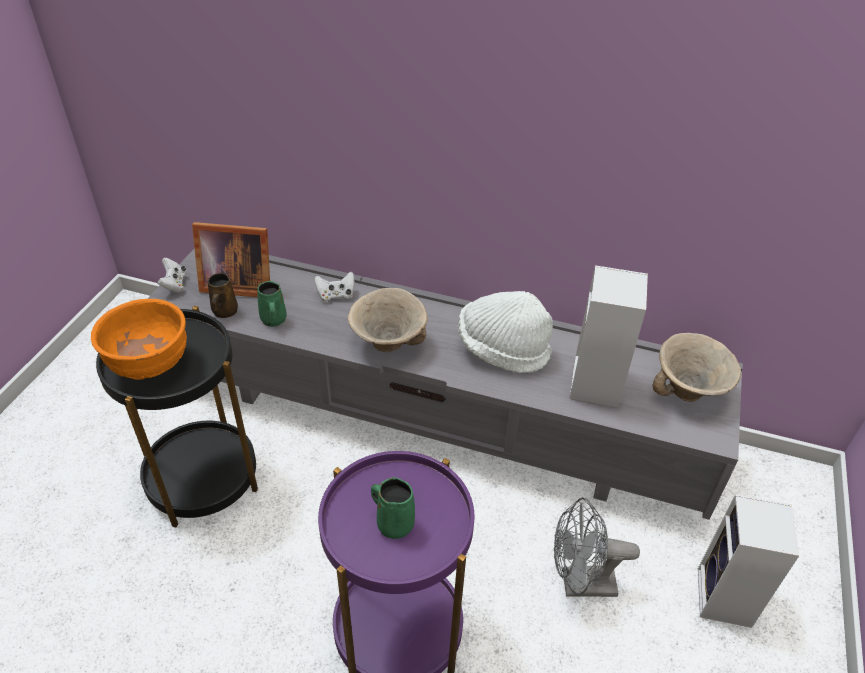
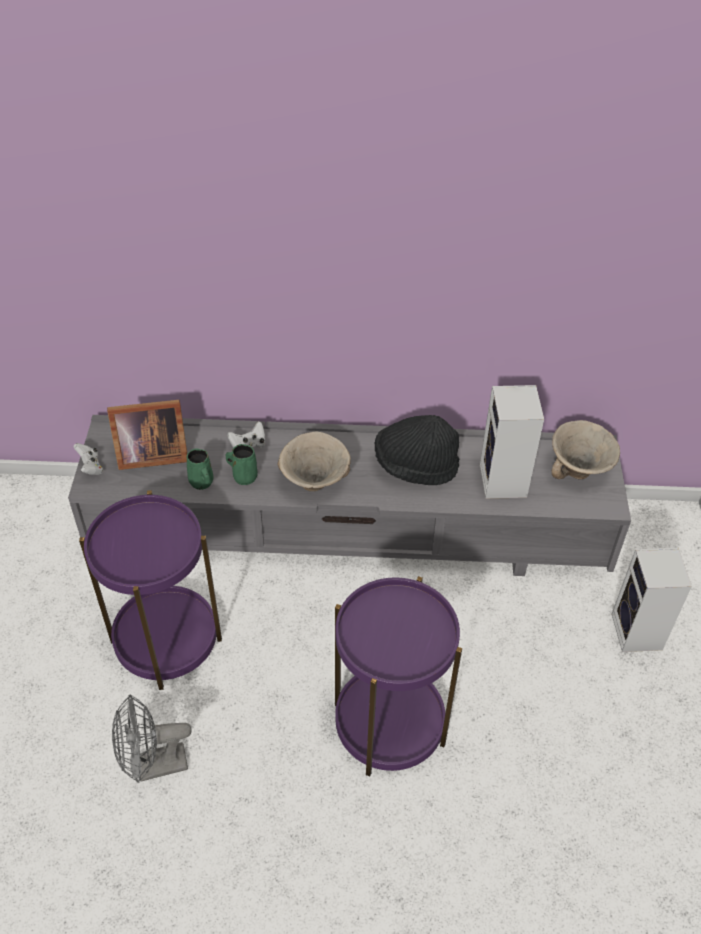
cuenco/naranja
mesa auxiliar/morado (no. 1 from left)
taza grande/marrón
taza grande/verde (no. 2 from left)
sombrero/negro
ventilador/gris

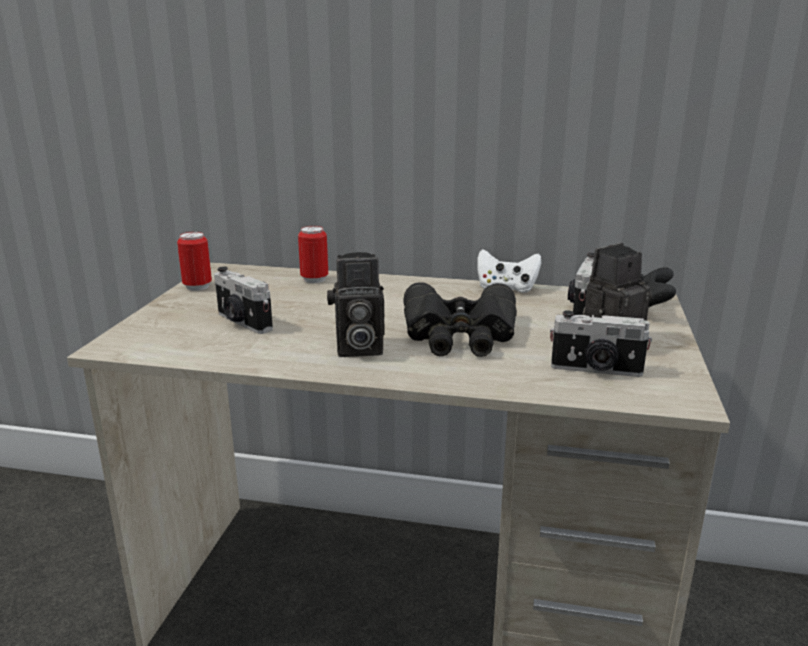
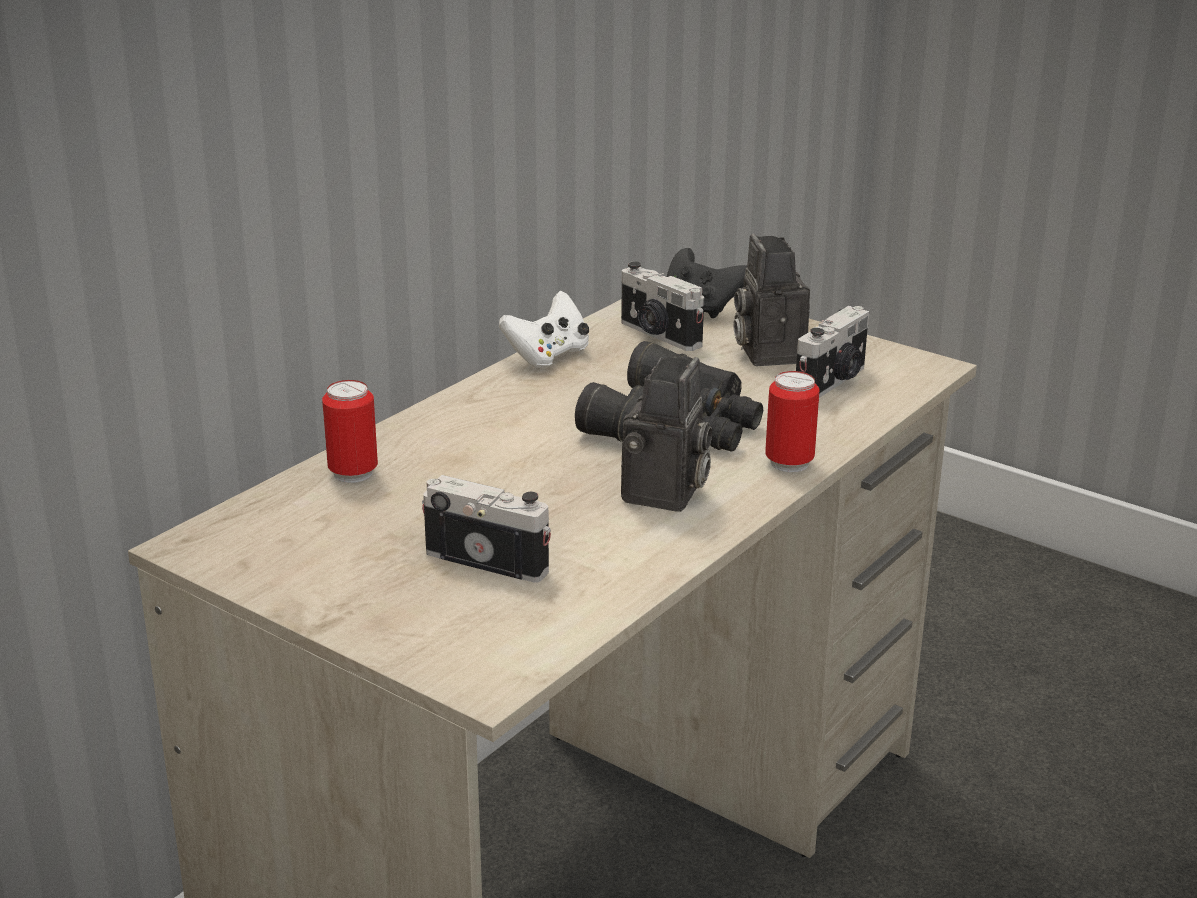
lata (no. 2 from left)
cámara (no. 1 from left)

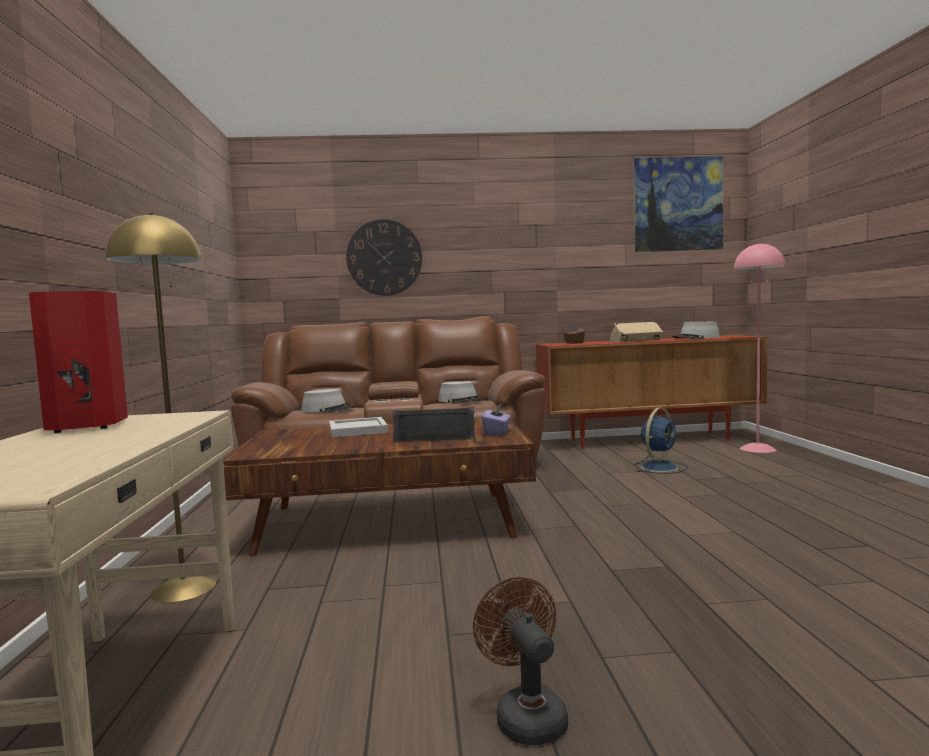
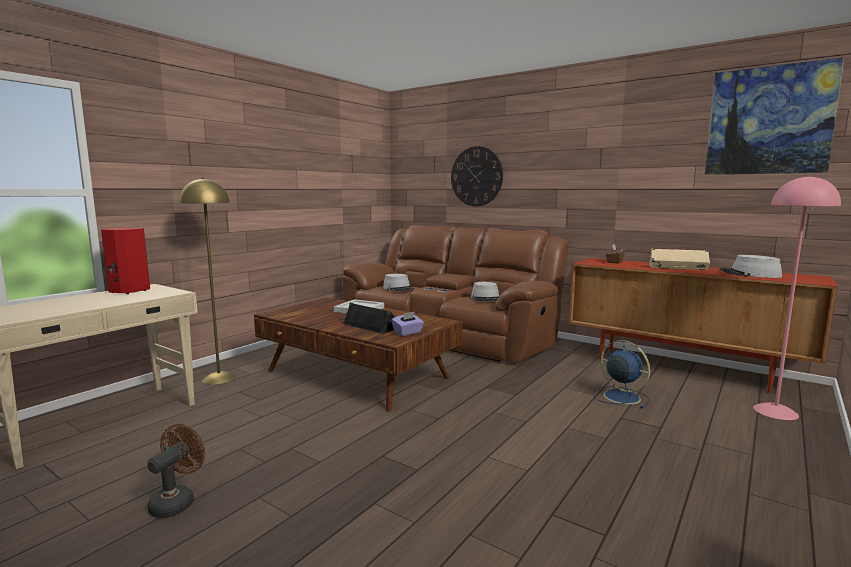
ventilador/azul

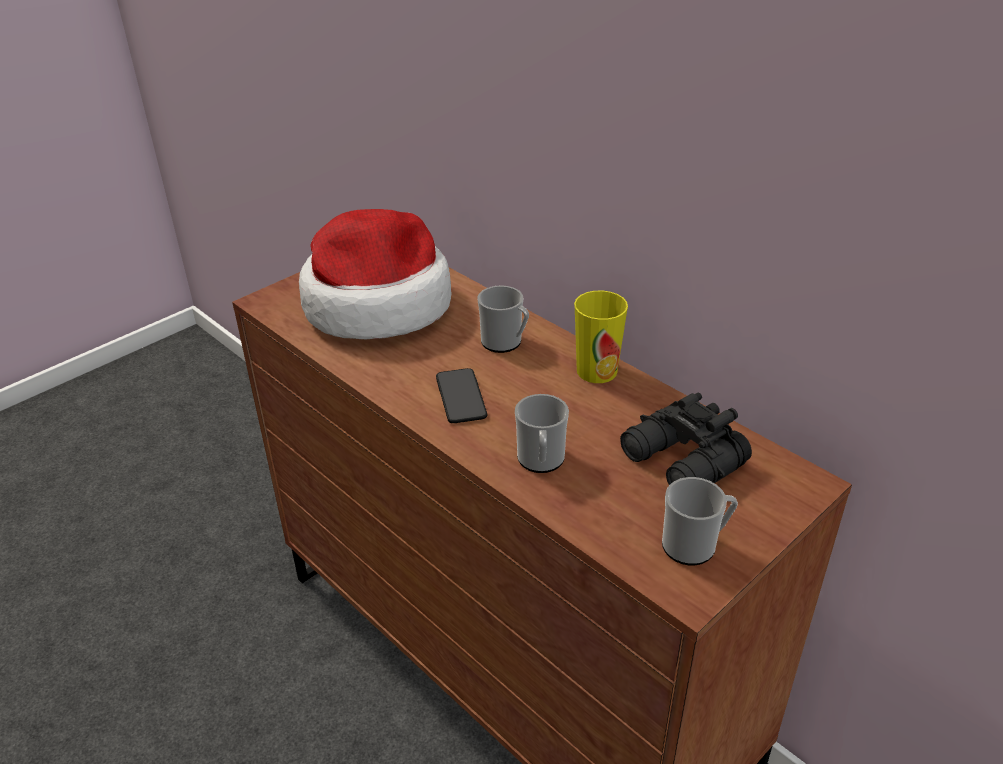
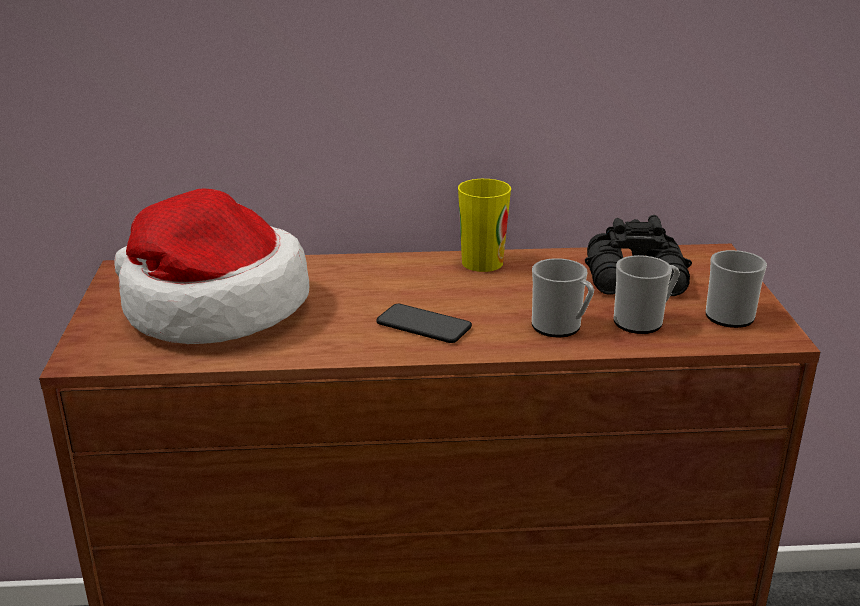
taza grande (no. 2 from left)

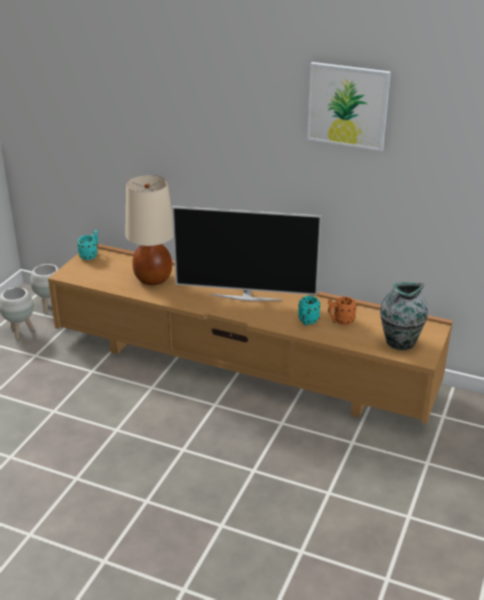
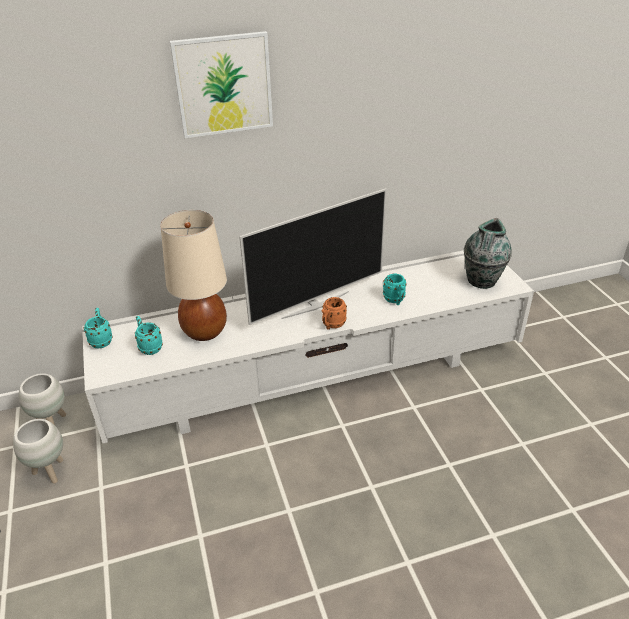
mueble de televisión/blanco
cuadro
taza grande/naranja
taza grande/turquesa (no. 2 from left)

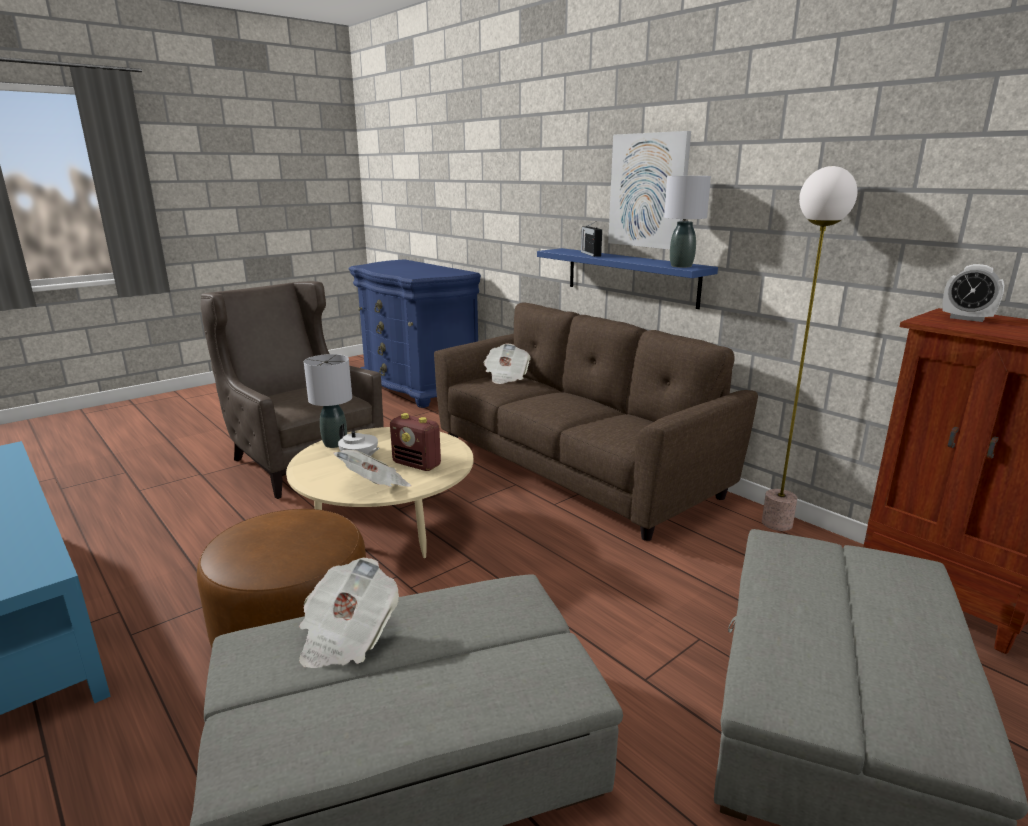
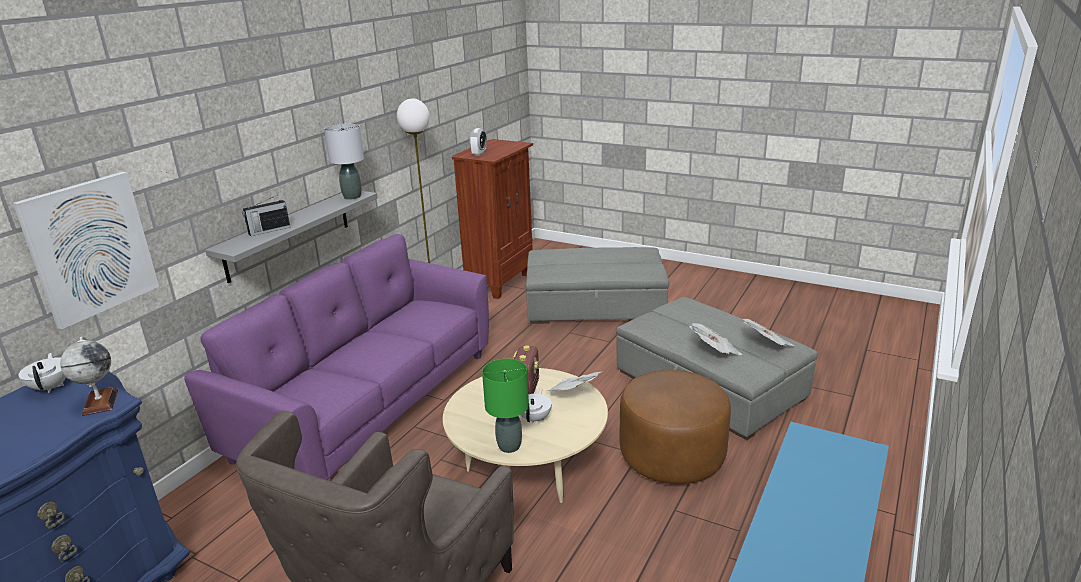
lámpara de mesa/verde
sofá/morado
periódico (no. 3 from left)
estante/gris
cuadro
tetera/blanco (no. 1 from left)
globo terráqueo

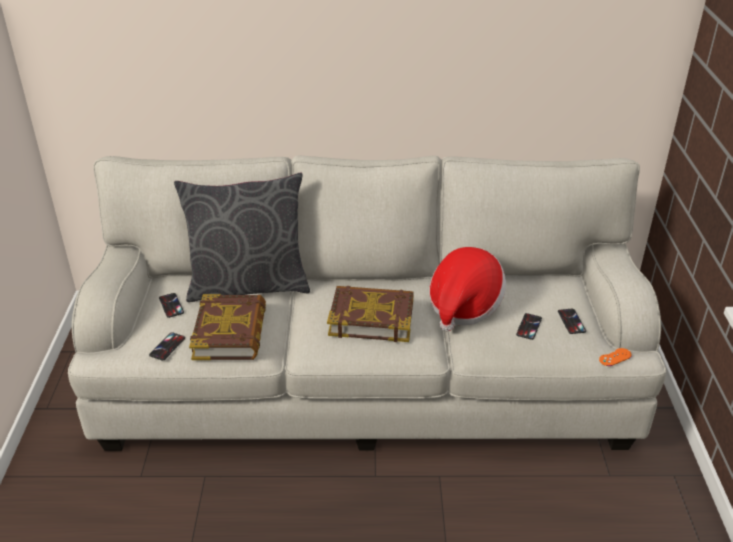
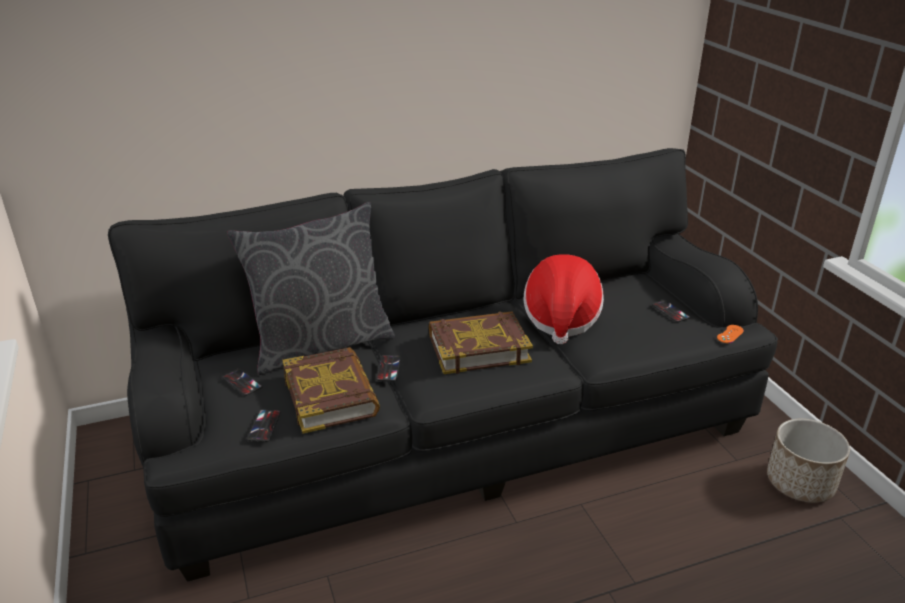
sofá/negro
móvil (no. 3 from left)
maceta

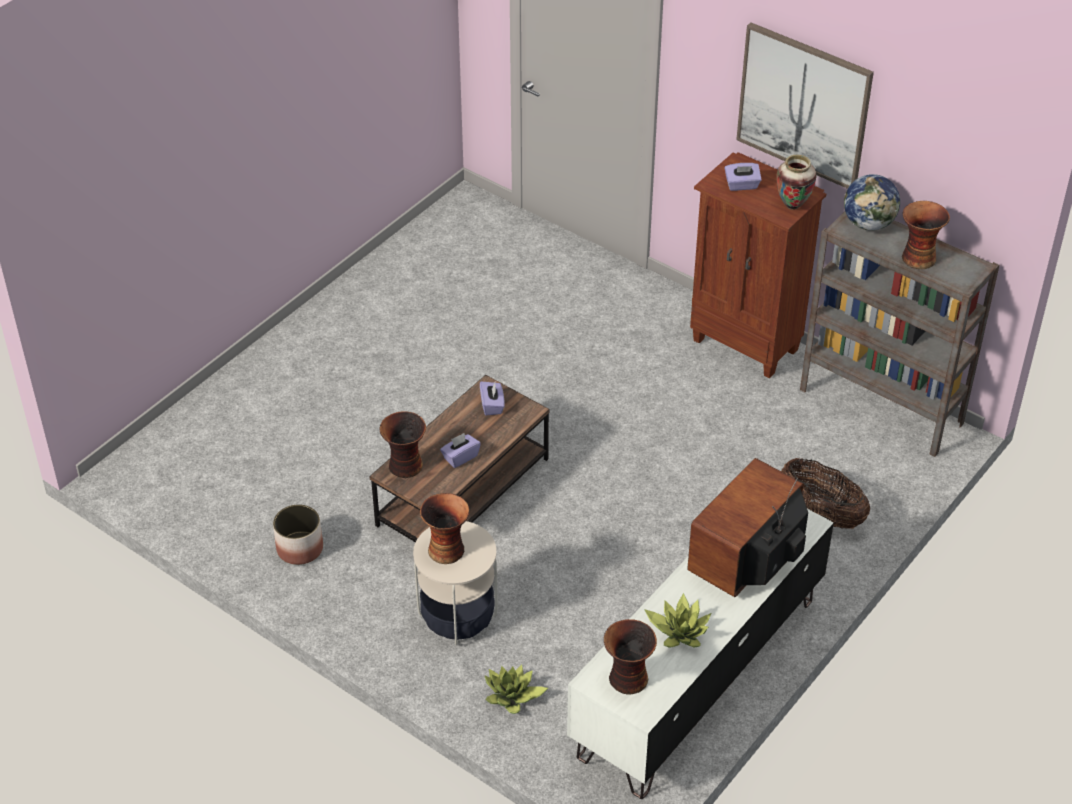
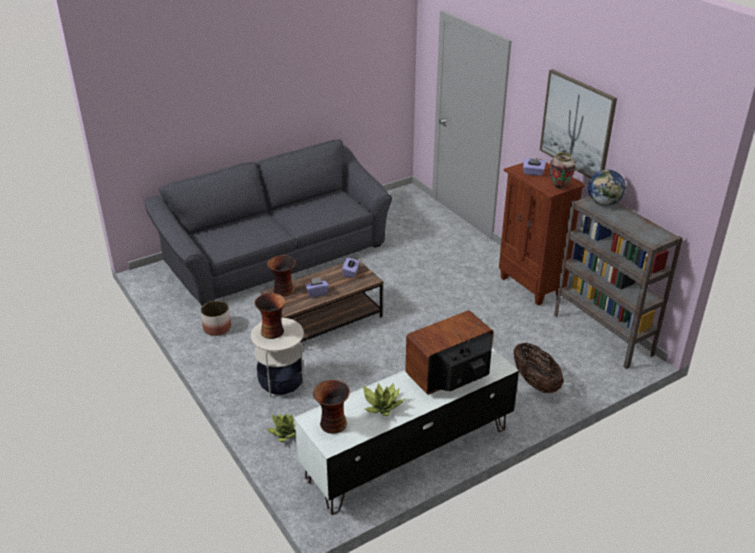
florero (no. 5 from left in the first image)
sofá/gris

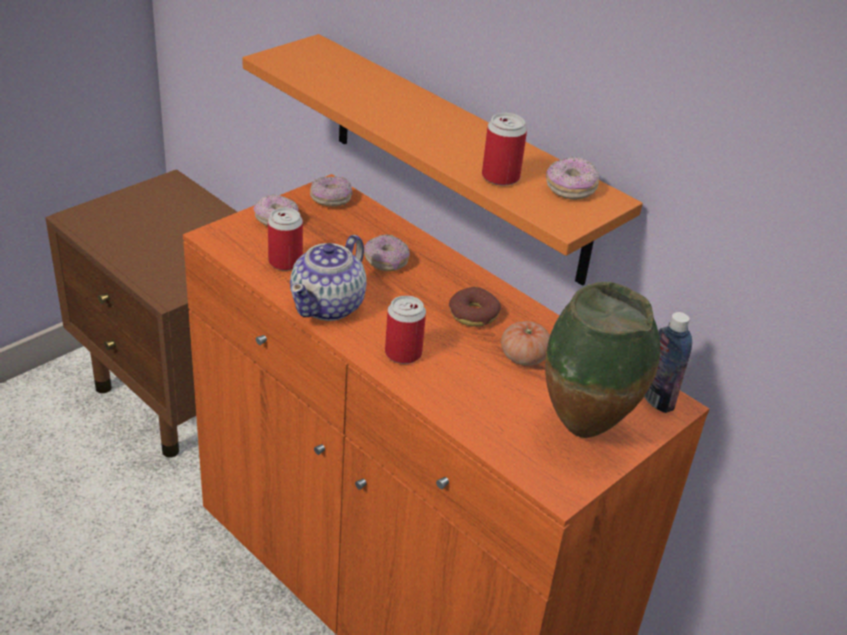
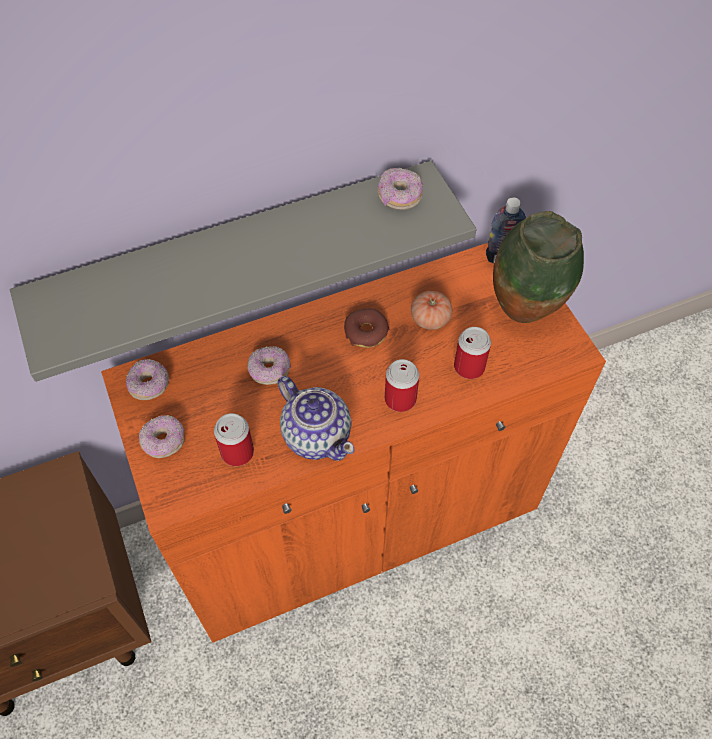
estante/gris
lata (no. 3 from left)

